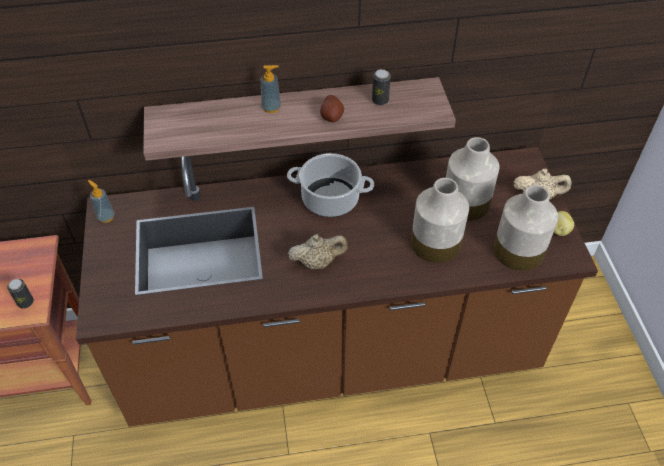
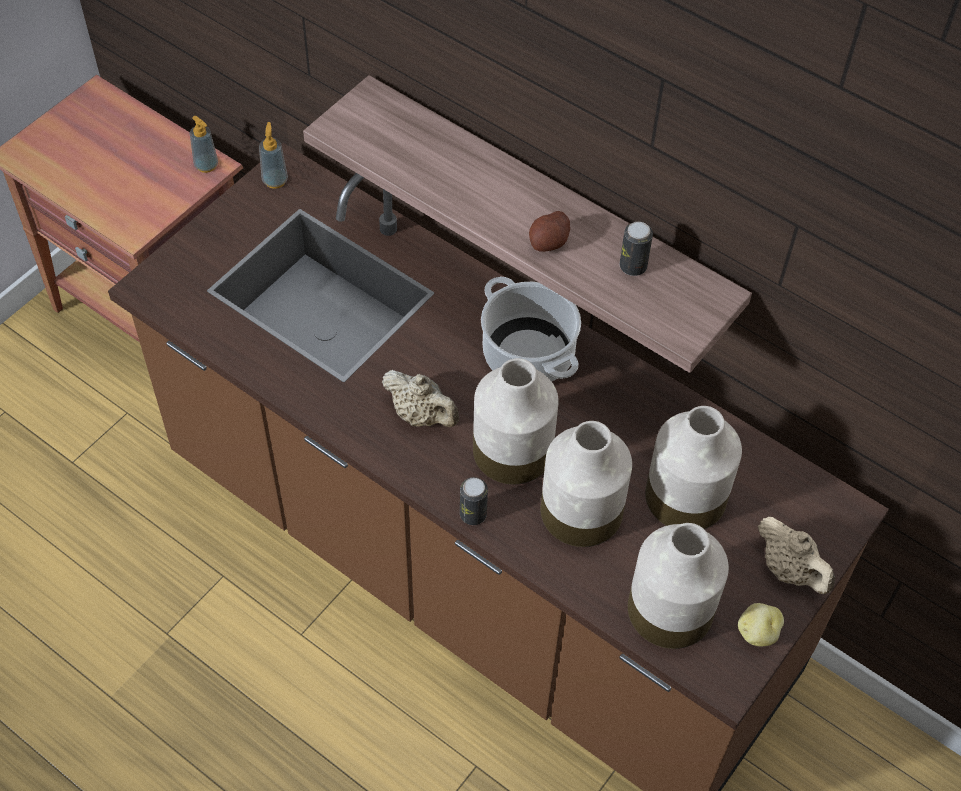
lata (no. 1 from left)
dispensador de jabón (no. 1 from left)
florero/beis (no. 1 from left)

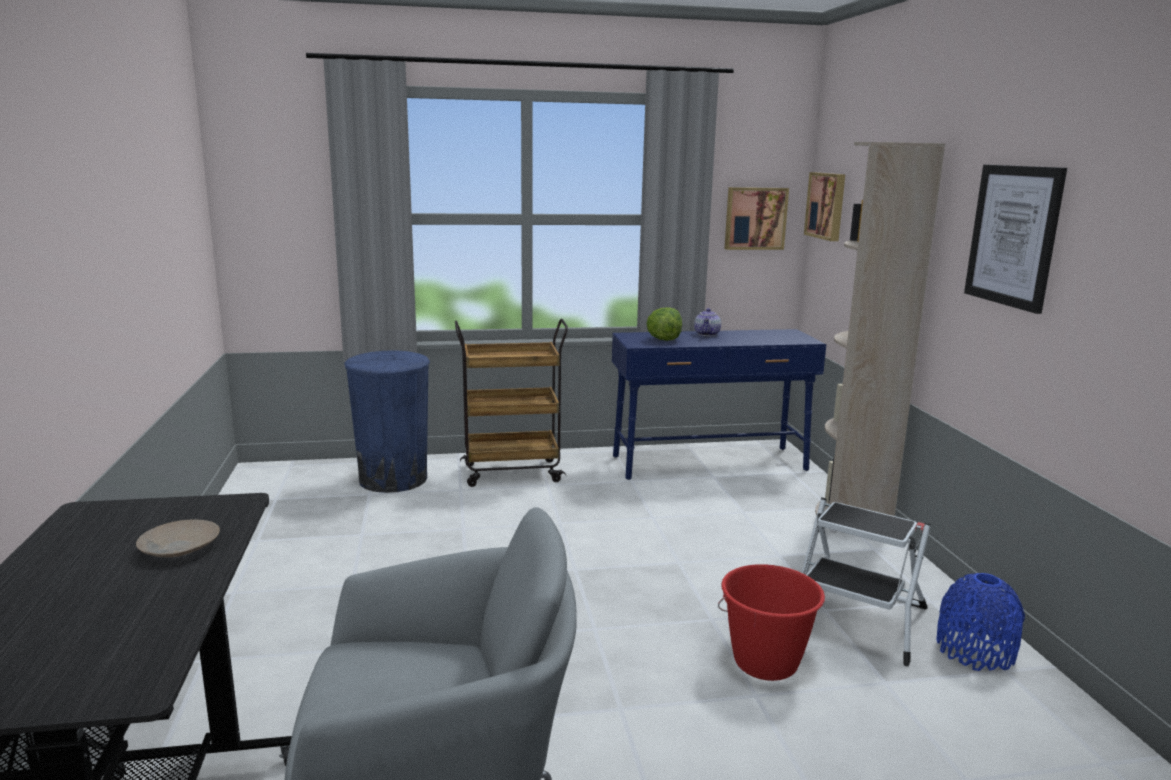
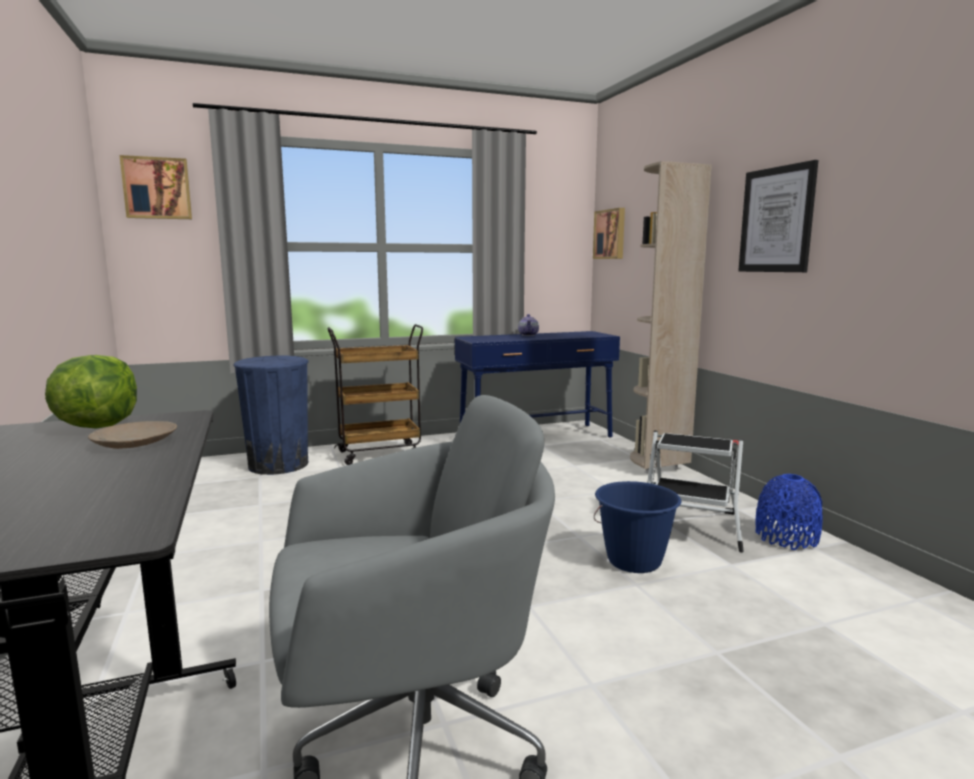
lechuga
cubo/azul
cuadro (no. 1 from left)

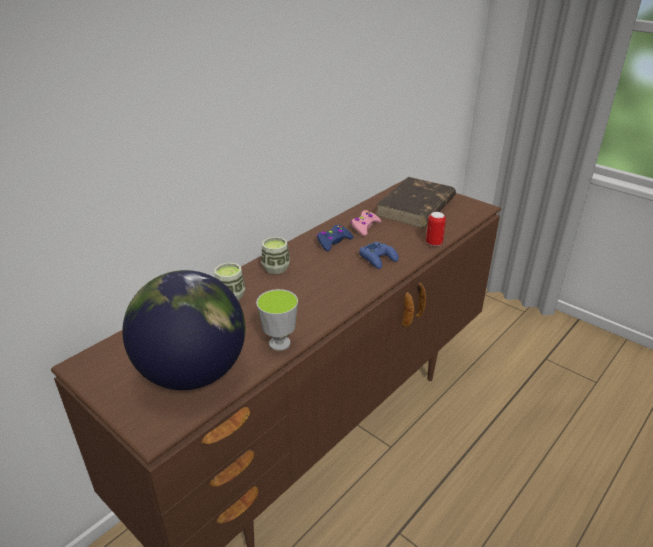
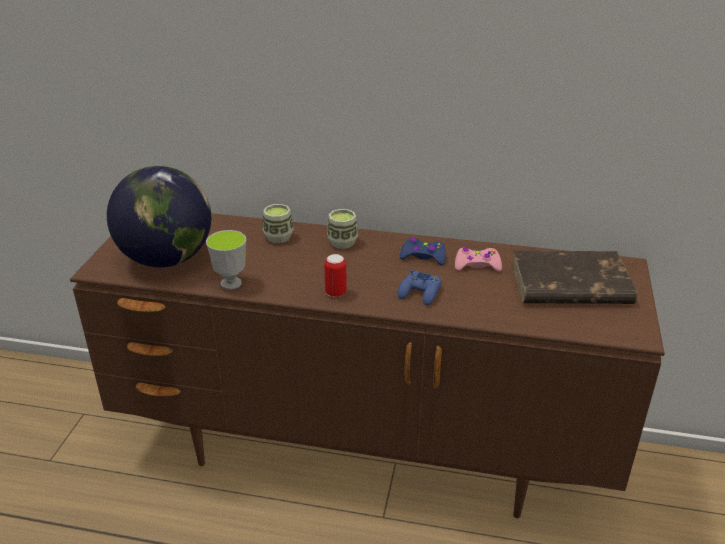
lata

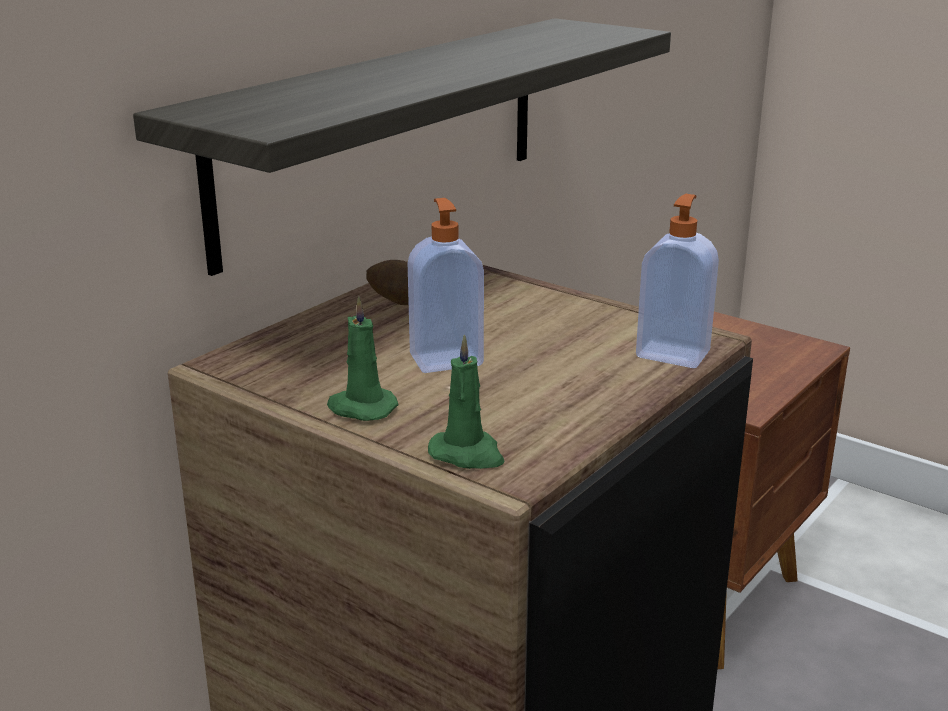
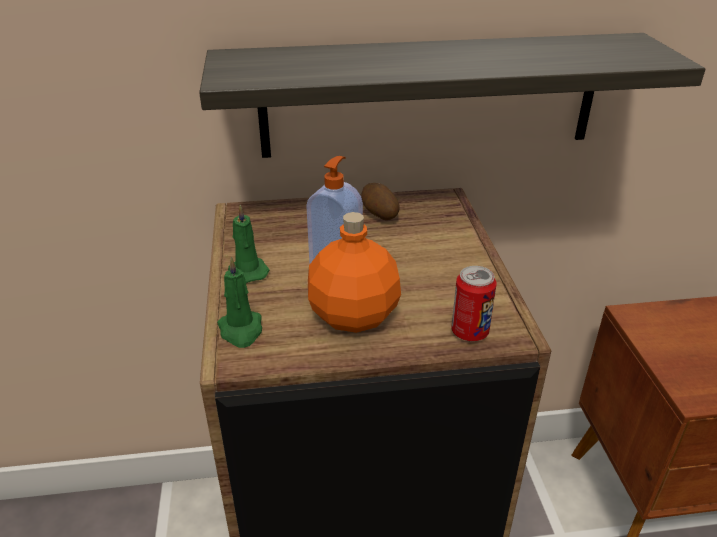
lata
botella/naranja

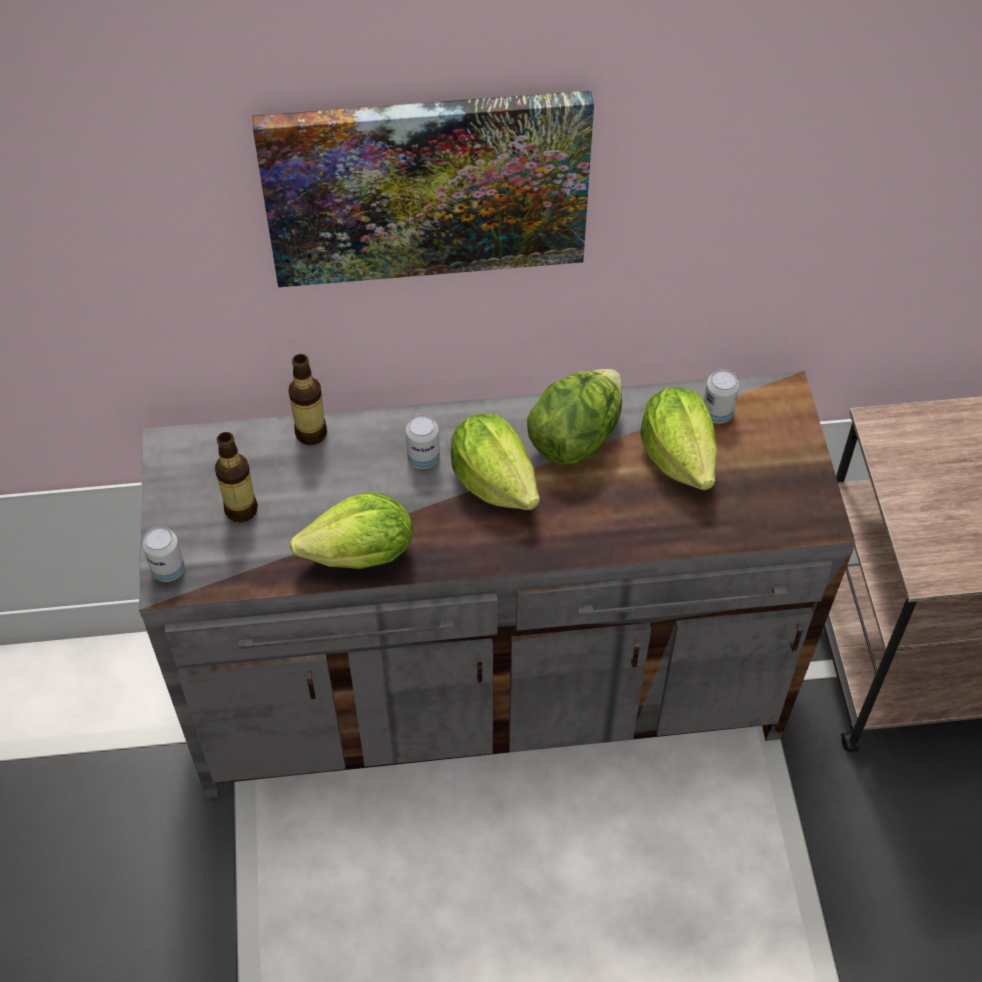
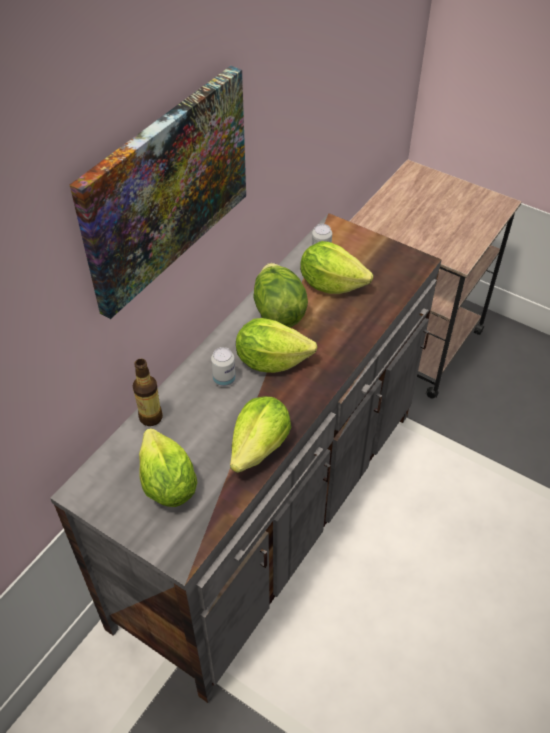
lata (no. 1 from left in the first image)
lechuga (no. 1 from left)

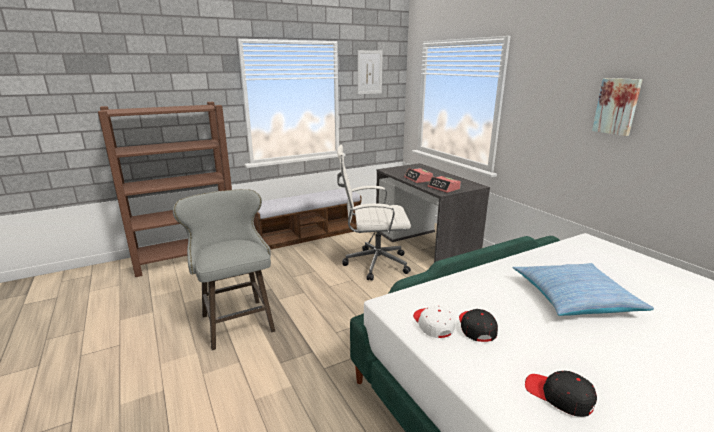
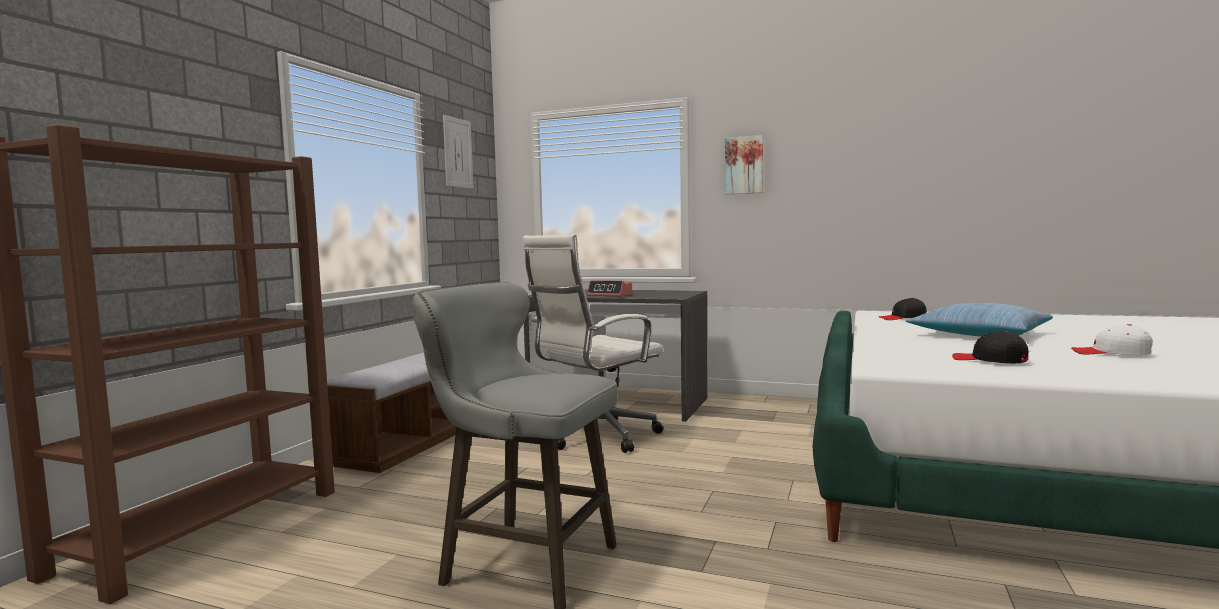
gorra/blanco
despertador (no. 2 from left in the first image)
gorra/negro (no. 1 from left)
cuadro (no. 2 from left)

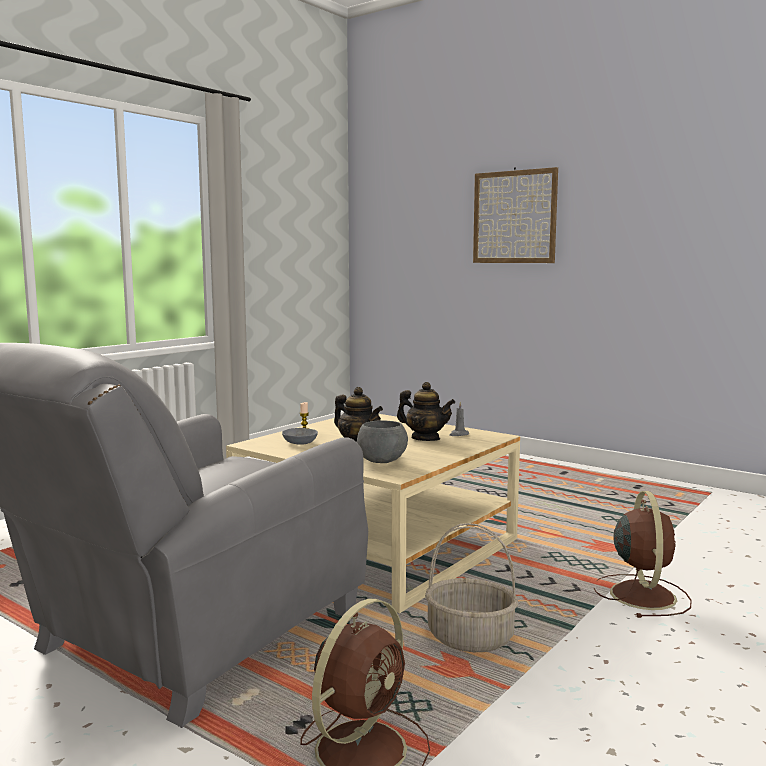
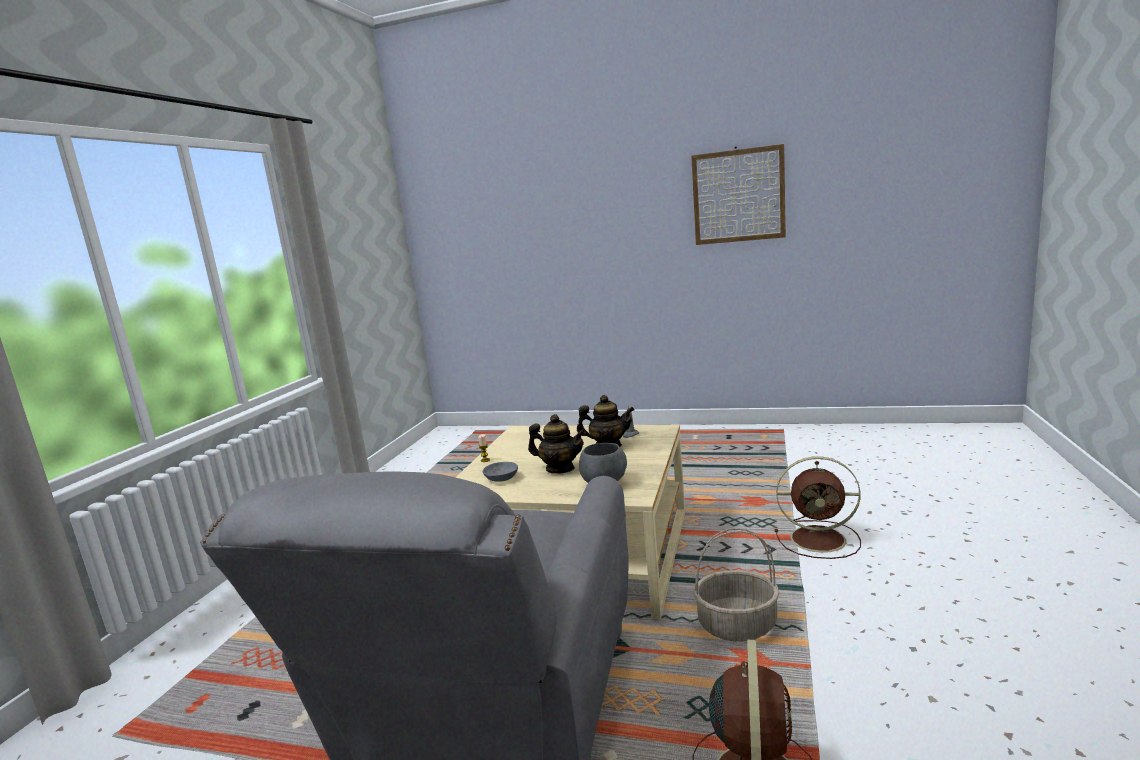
cuadro
ventilador/marrón (no. 2 from left)

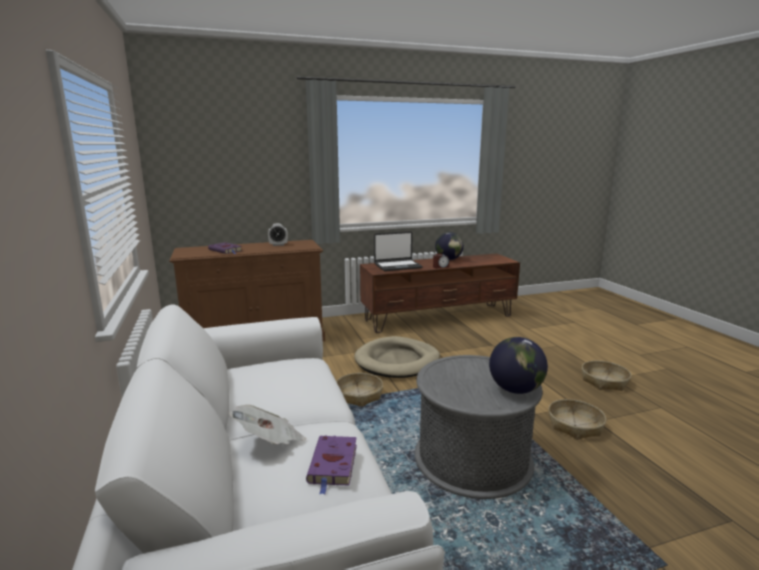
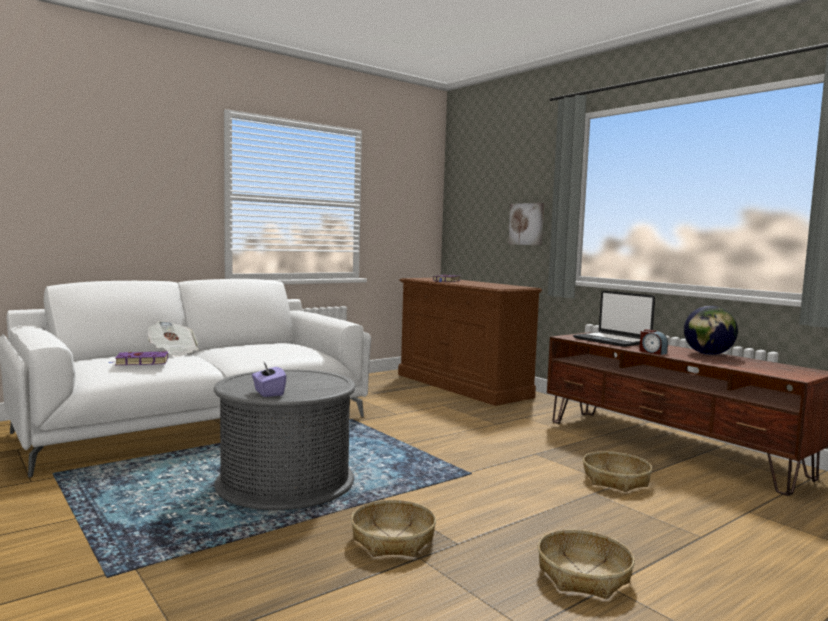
despertador (no. 1 from left in the first image)
cesta (no. 3 from left)
cama para perro/beis
caja de pañuelos/morado
cuadro

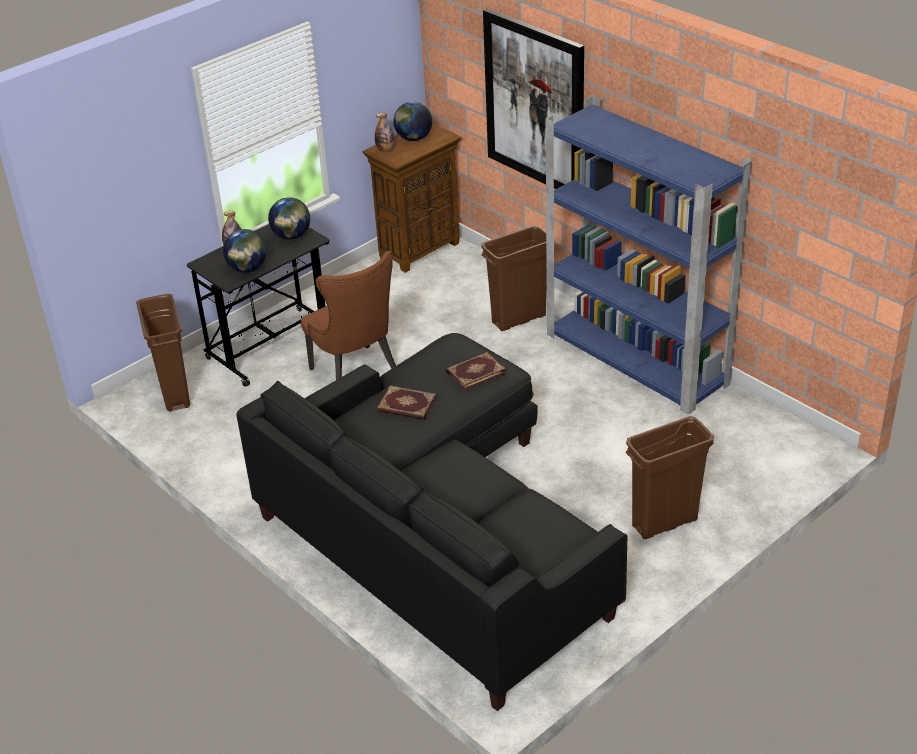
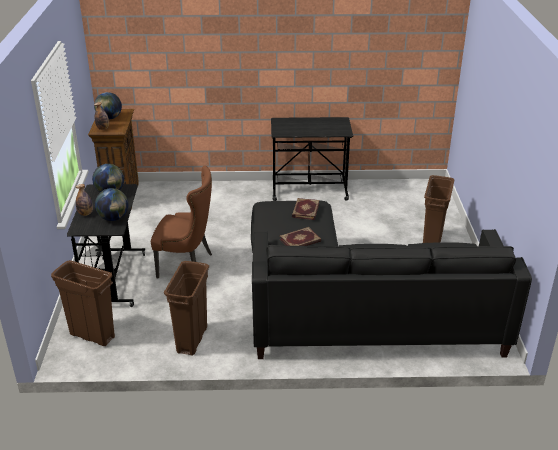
papelera/marrón (no. 2 from left)
cuadro
escritorio/negro (no. 2 from left)

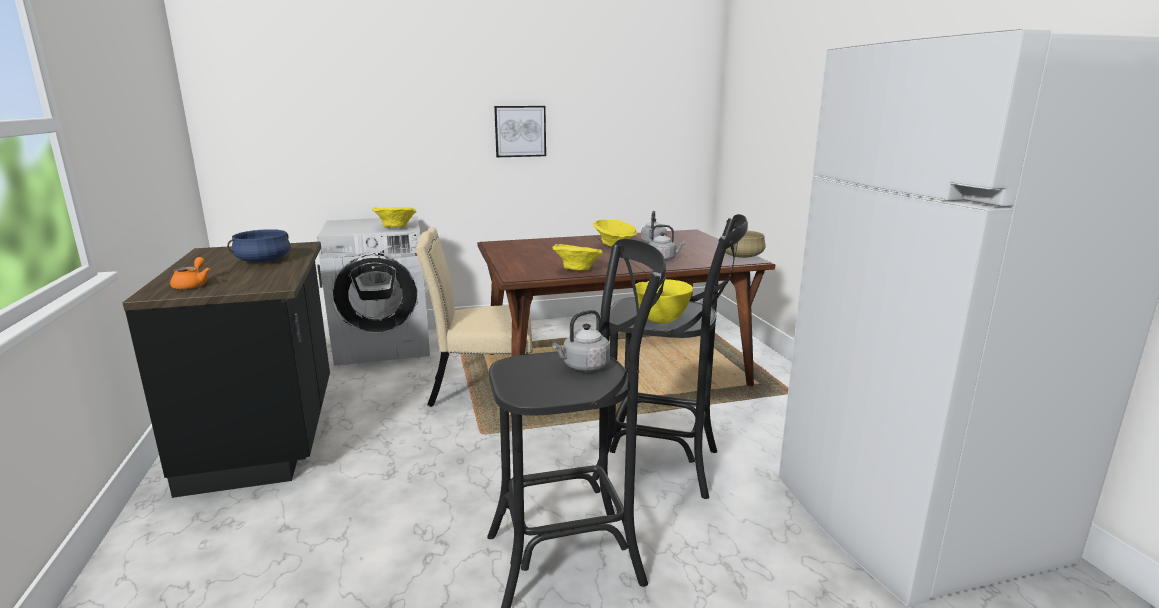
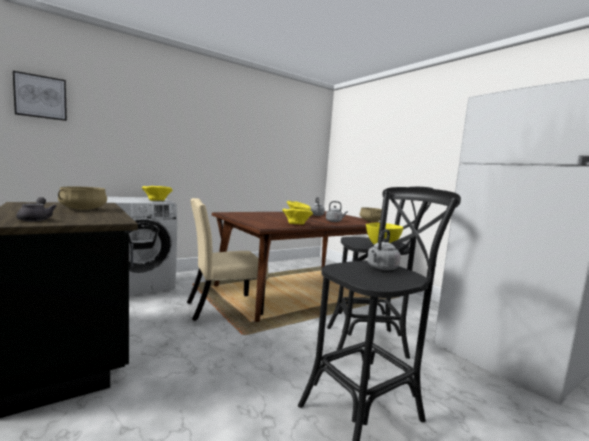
tetera/gris
olla/beis (no. 1 from left)
cuadro

